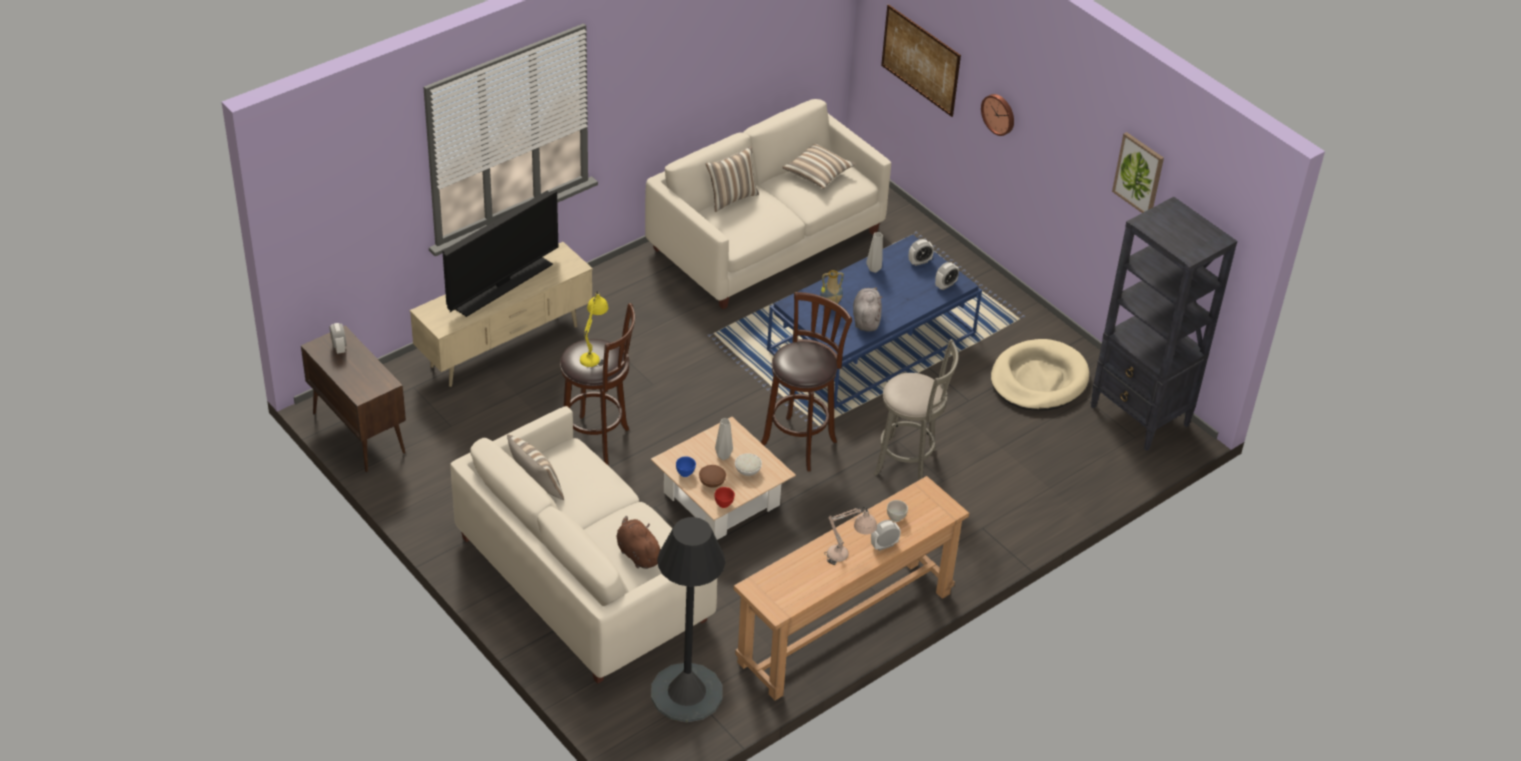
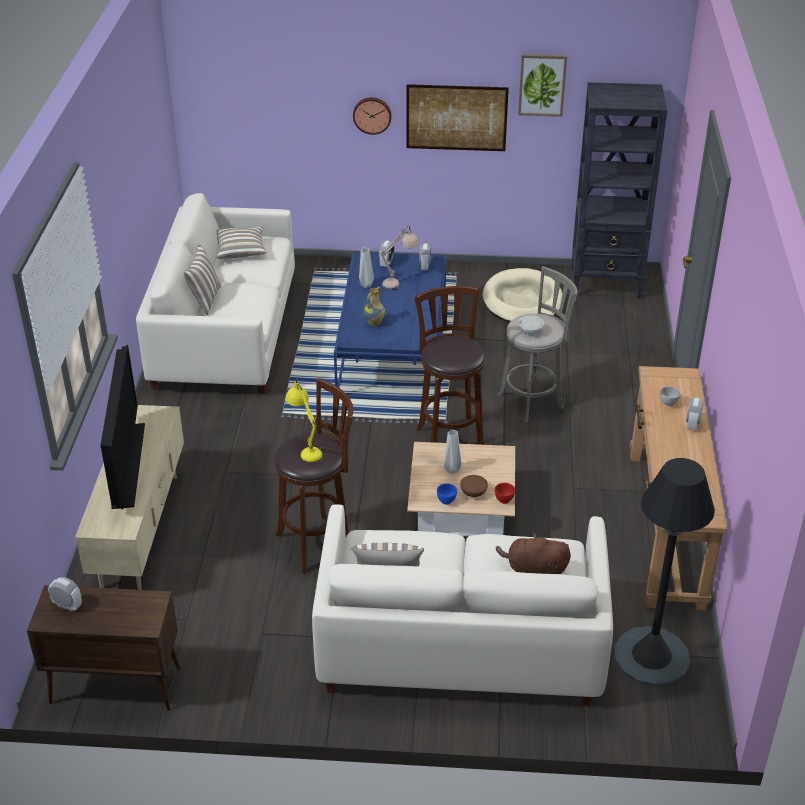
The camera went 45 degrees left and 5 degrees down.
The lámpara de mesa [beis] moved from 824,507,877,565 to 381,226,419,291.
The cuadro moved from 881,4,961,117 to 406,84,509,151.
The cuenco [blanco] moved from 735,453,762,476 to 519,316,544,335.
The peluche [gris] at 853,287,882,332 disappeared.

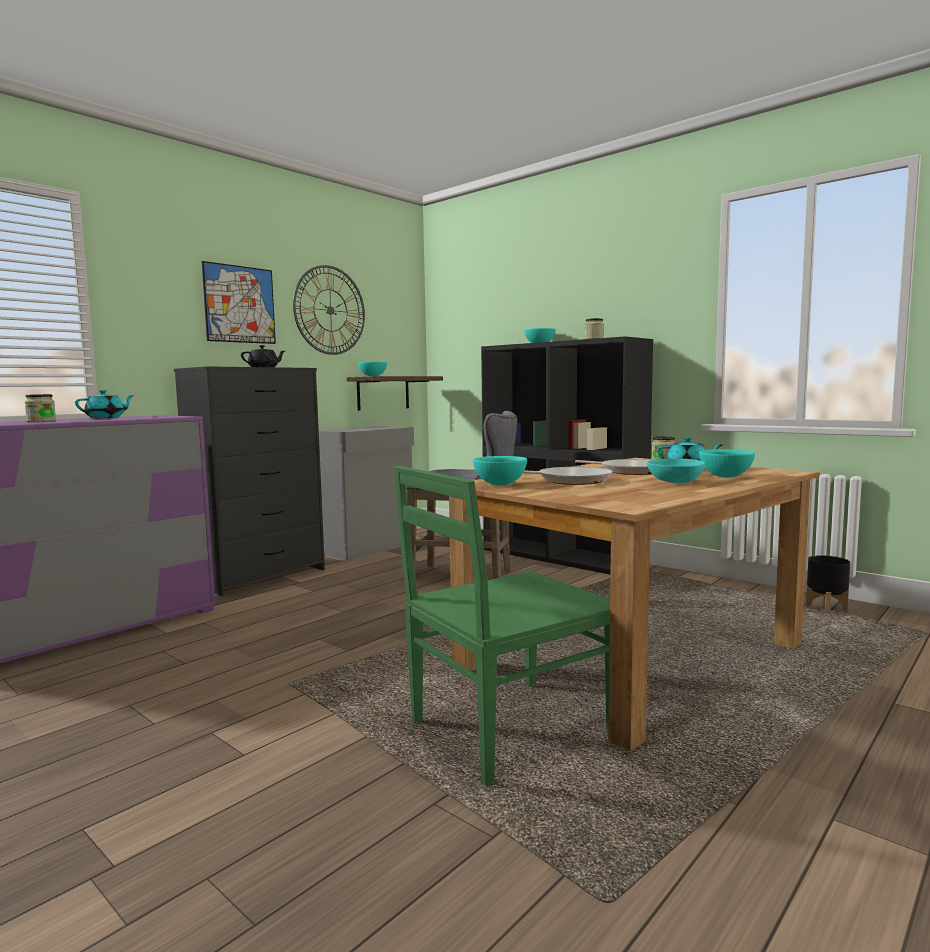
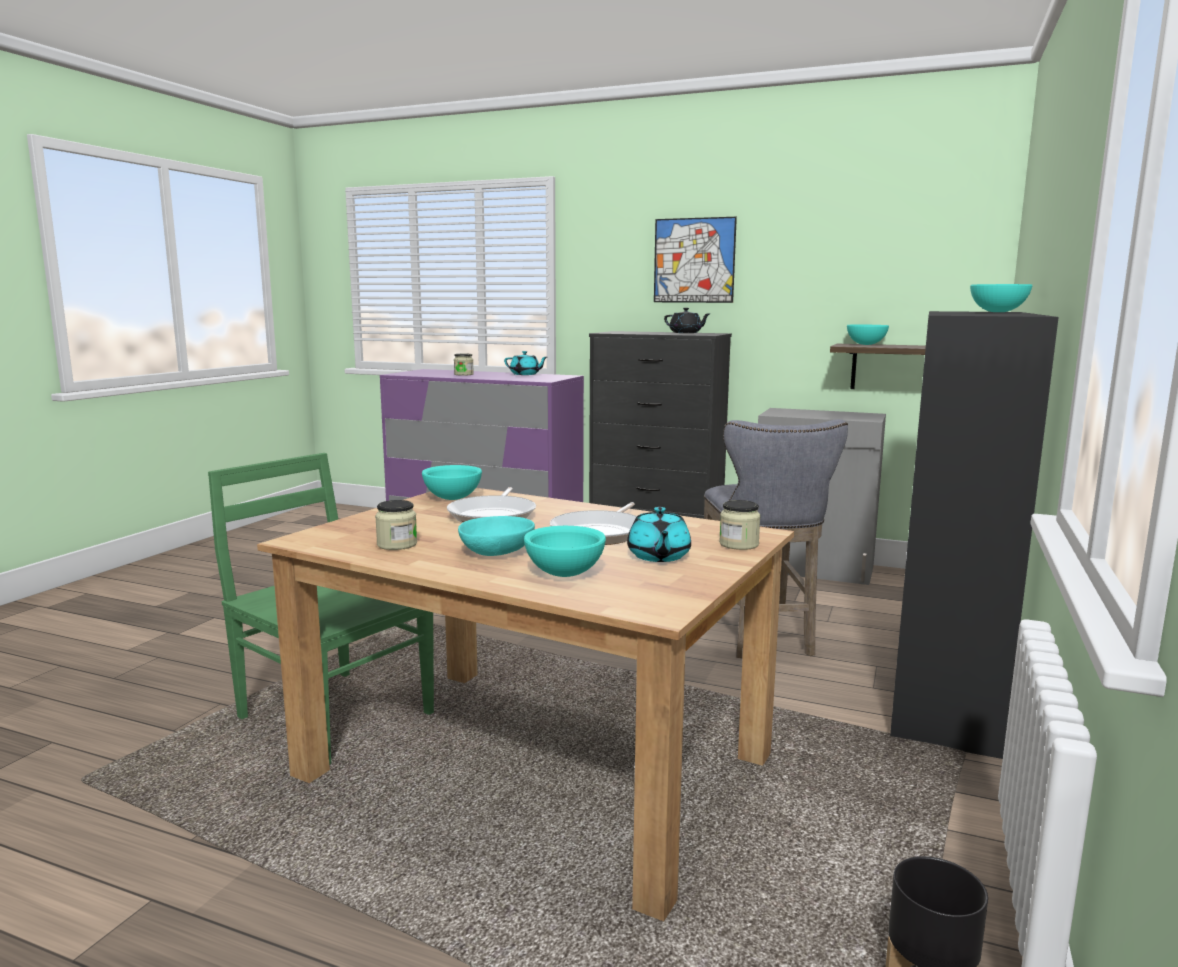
The camera went 70 degrees right and 5 degrees up.
The tarro moved from 585,318,604,339 to 375,500,417,550.
The reloj de pared at 293,265,365,355 disappeared.

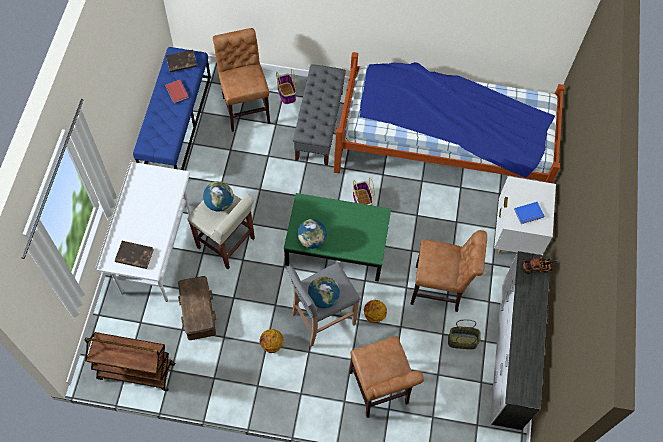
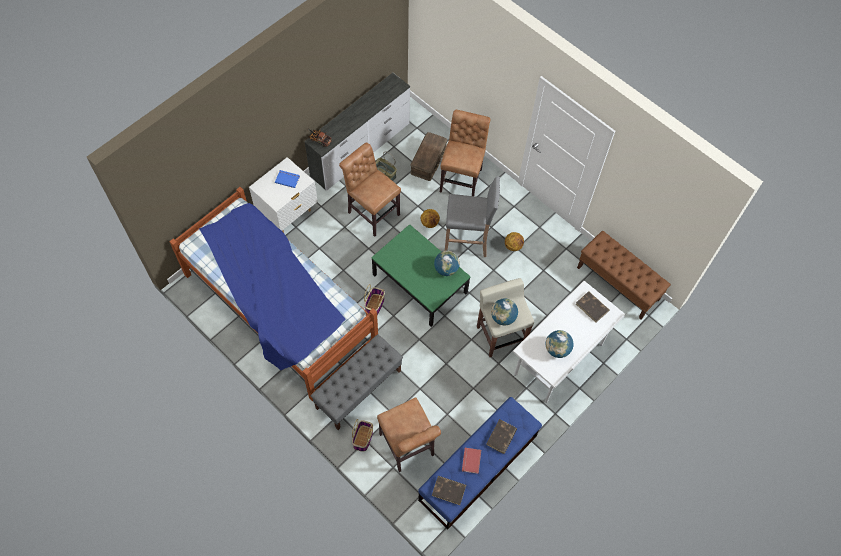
The camera went 145 degrees left and 0 degrees up.
The silla [marrón] at 213,28,270,132 turned 45 degrees counterclockwise.
The caja de almacenaje [marrón] moved from 178,276,216,340 to 411,132,447,181.
The libro [marrón] at 486,419,517,454 appeared.
The globo terráqueo moved from 308,276,340,308 to 546,330,574,358.
The carrito [marrón] at 85,332,175,391 was replaced by the banco [marrón] at 577,231,671,319.

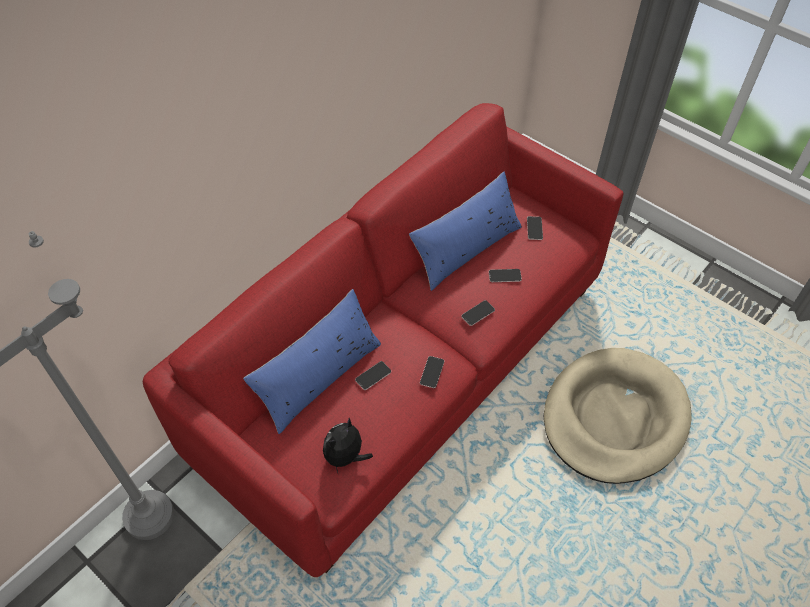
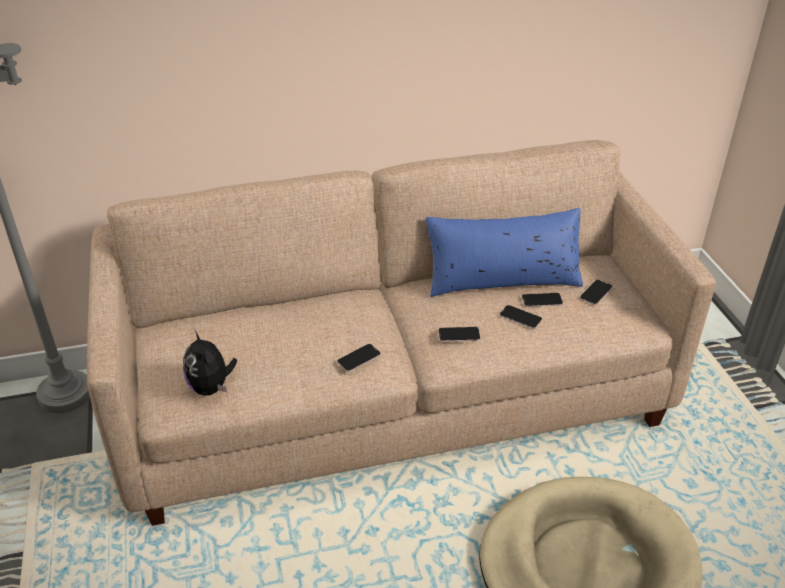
The camera went 35 degrees right and 15 degrees down.
The sofá [rojo] at 143,103,623,577 became the sofá [beis] at 87,140,716,526.
The peluche at 323,418,373,475 turned 90 degrees counterclockwise.
The móvil moved from 355,361,391,390 to 522,293,563,307.
The cojín [azul] at 243,289,381,434 disappeared.

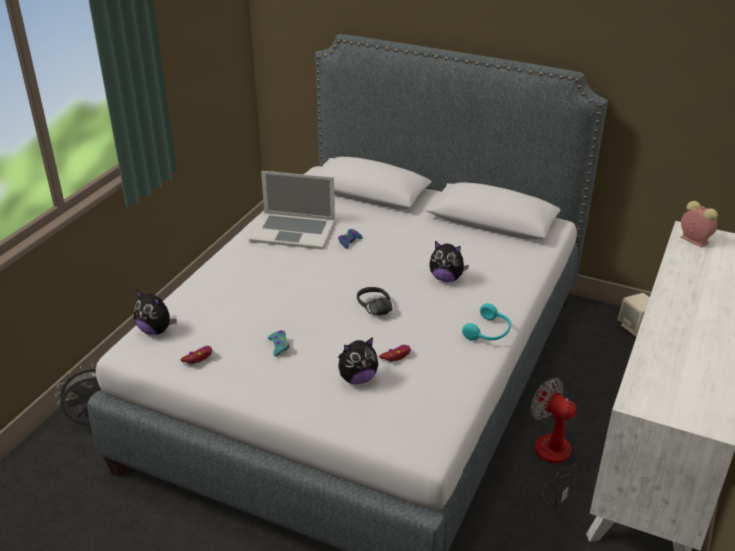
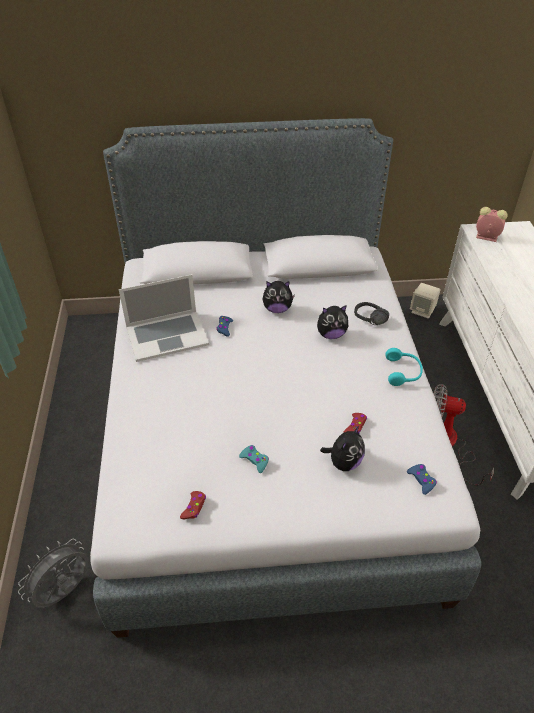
The camera went 30 degrees left and 10 degrees up.
The peluche moved from 134,290,177,335 to 262,281,295,313.
The auriculares [negro] moved from 357,287,392,315 to 354,302,389,325.
The mando de consola [azul] at 407,464,437,495 appeared.

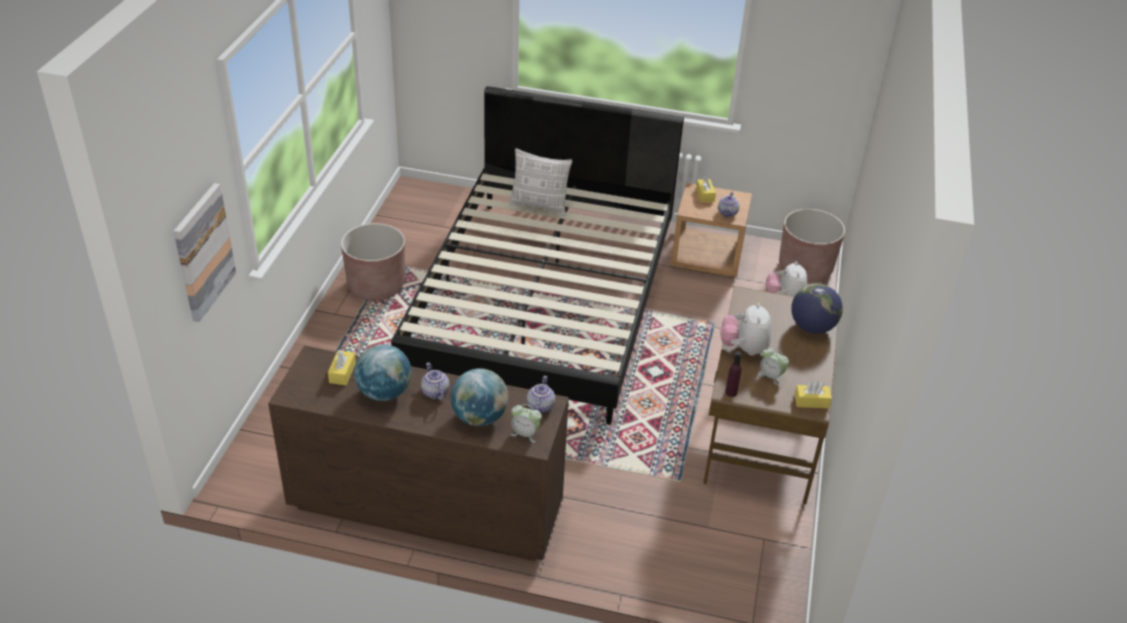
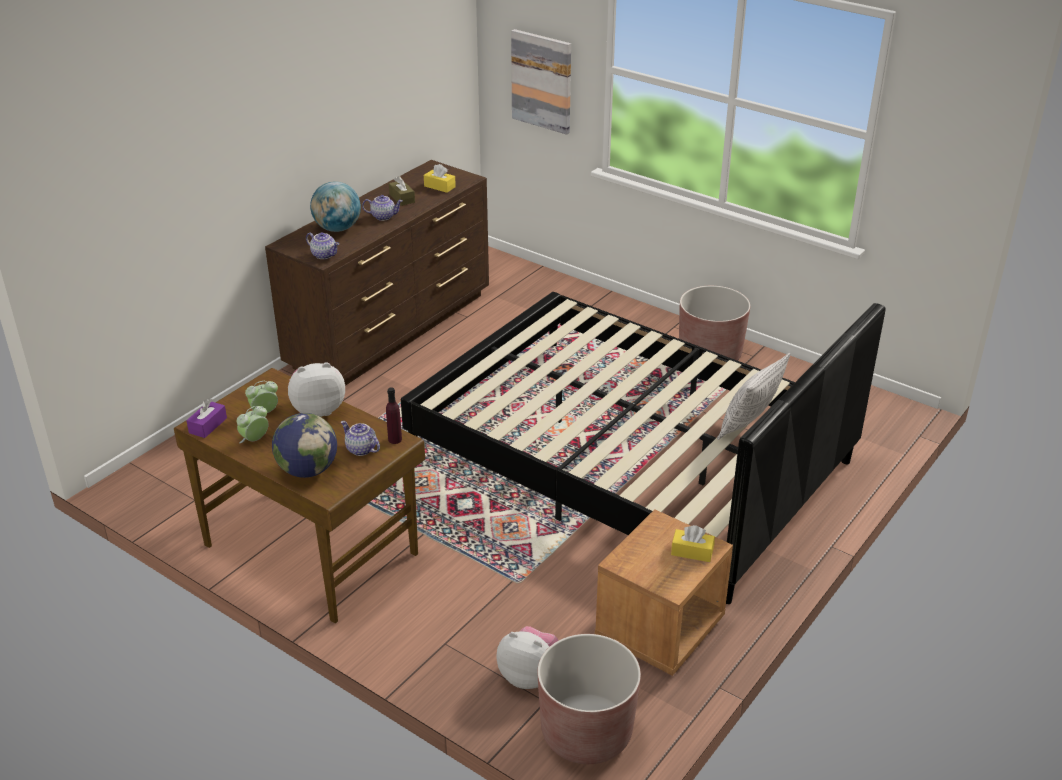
The camera went 115 degrees right and 5 degrees down.
The caja de pañuelos [amarillo] at 795,380,832,408 became the caja de pañuelos [morado] at 186,399,227,438.
The despertador moved from 511,404,542,443 to 237,406,269,443.
The peluche at 721,303,771,356 turned 45 degrees counterclockwise.
The tetera moved from 718,192,739,217 to 341,421,380,456.
The botella [morado] moved from 725,351,742,397 to 386,387,402,444.
The globo terráqueo at 354,344,412,401 was replaced by the caja de pañuelos [marrón] at 389,176,415,206.

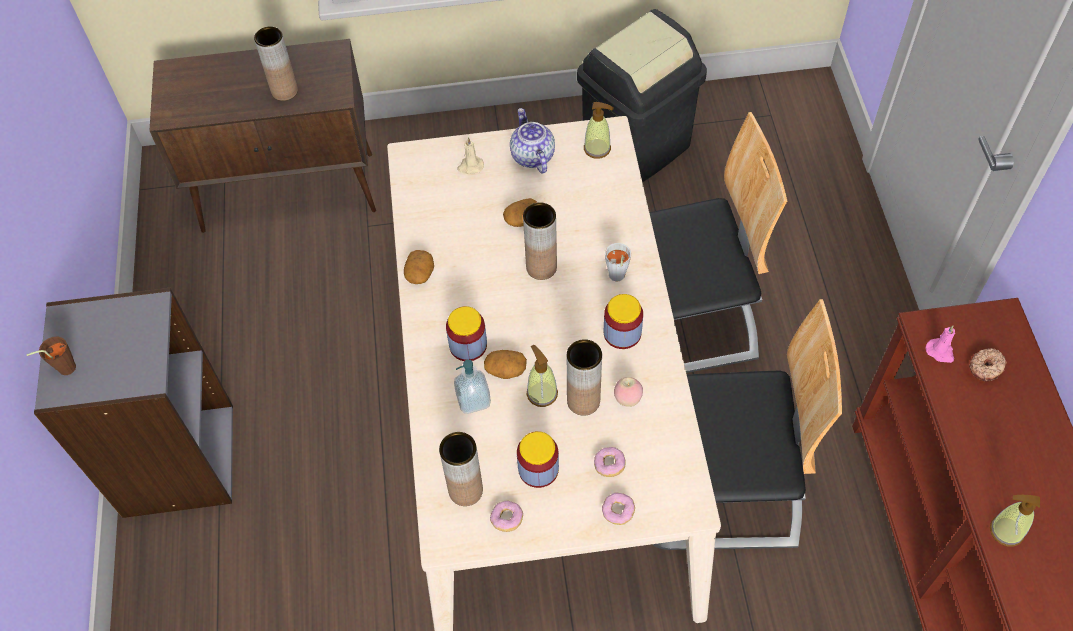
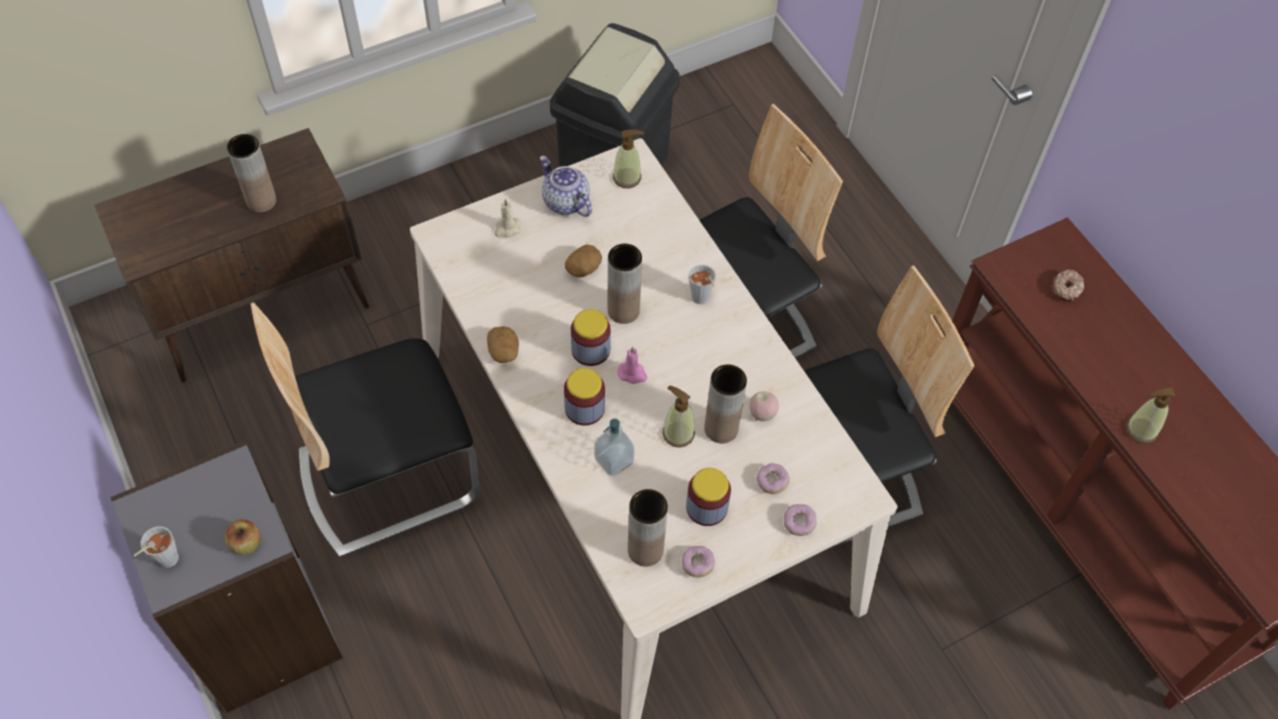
The camera went 25 degrees left and 0 degrees up.
The taza [marrón] at 26,336,76,375 became the taza [gris] at 134,526,179,568.
The manzana at 224,519,261,555 appeared.
The silla at 251,302,480,558 appeared.
The tarro moved from 603,294,643,349 to 571,309,611,366.
The vela [rosa] moved from 926,326,955,363 to 617,346,647,384.
The patata at 484,350,527,379 disappeared.

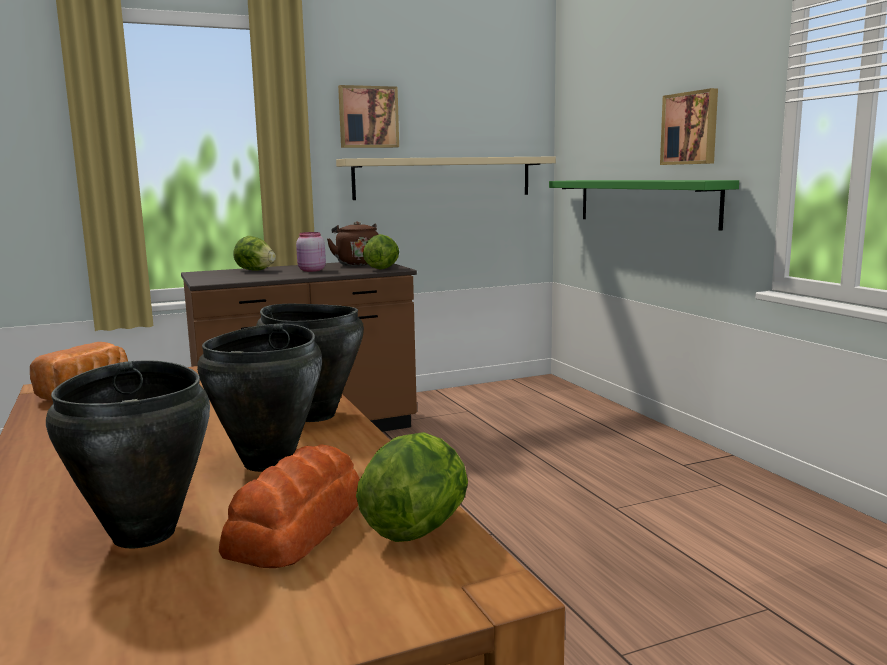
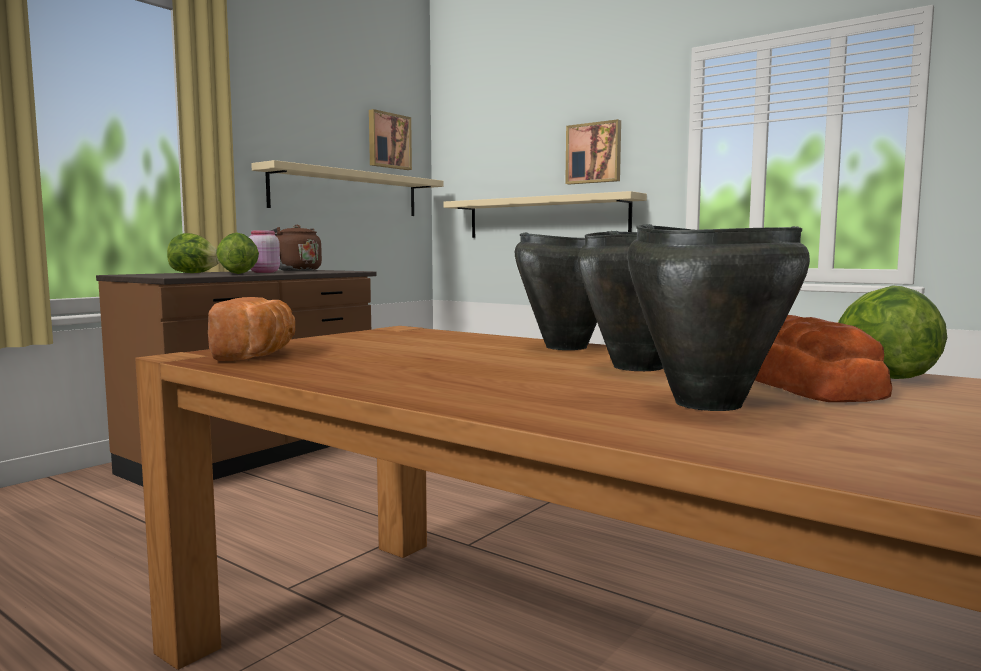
The camera went 30 degrees left and 5 degrees down.
The lechuga moved from 363,234,399,270 to 216,232,259,274.
The cuadro moved from 338,85,399,148 to 369,109,412,170.
The estante [verde] at 549,180,739,231 became the estante [beis] at 444,191,647,238.

